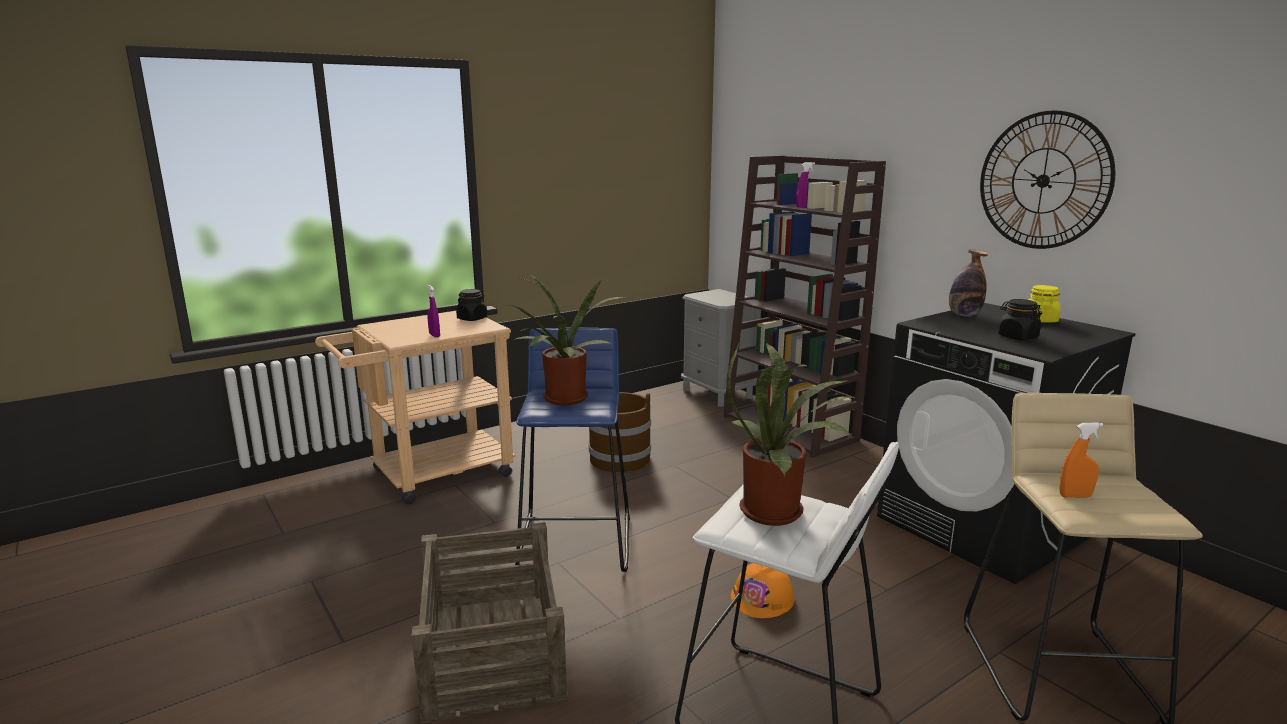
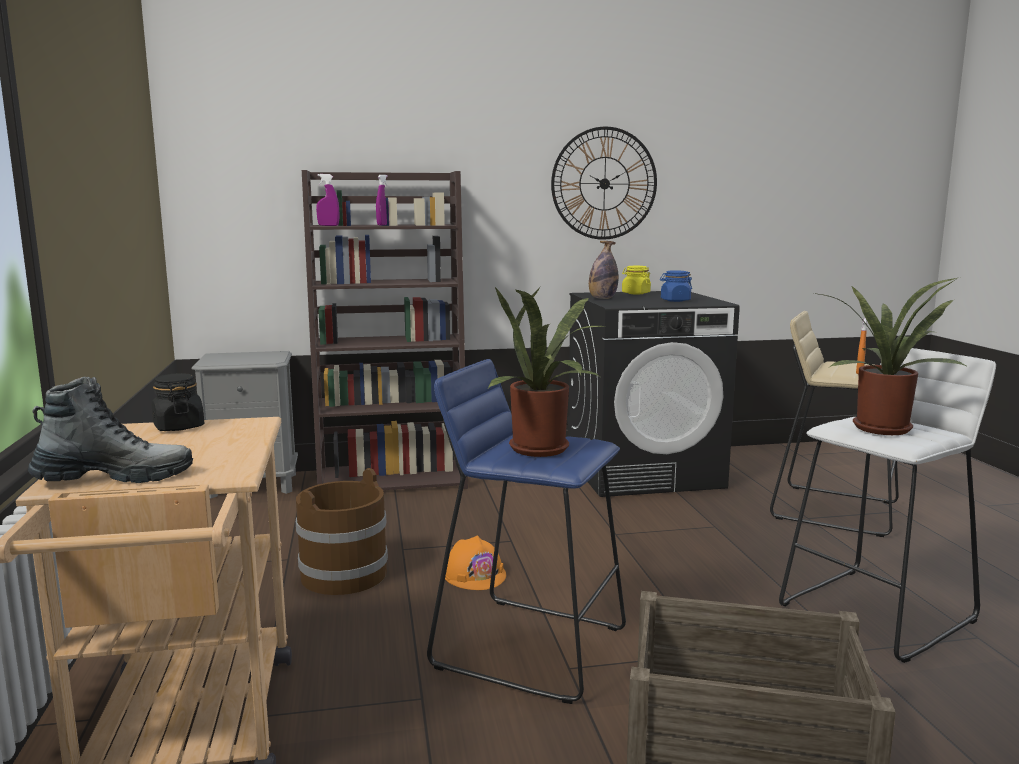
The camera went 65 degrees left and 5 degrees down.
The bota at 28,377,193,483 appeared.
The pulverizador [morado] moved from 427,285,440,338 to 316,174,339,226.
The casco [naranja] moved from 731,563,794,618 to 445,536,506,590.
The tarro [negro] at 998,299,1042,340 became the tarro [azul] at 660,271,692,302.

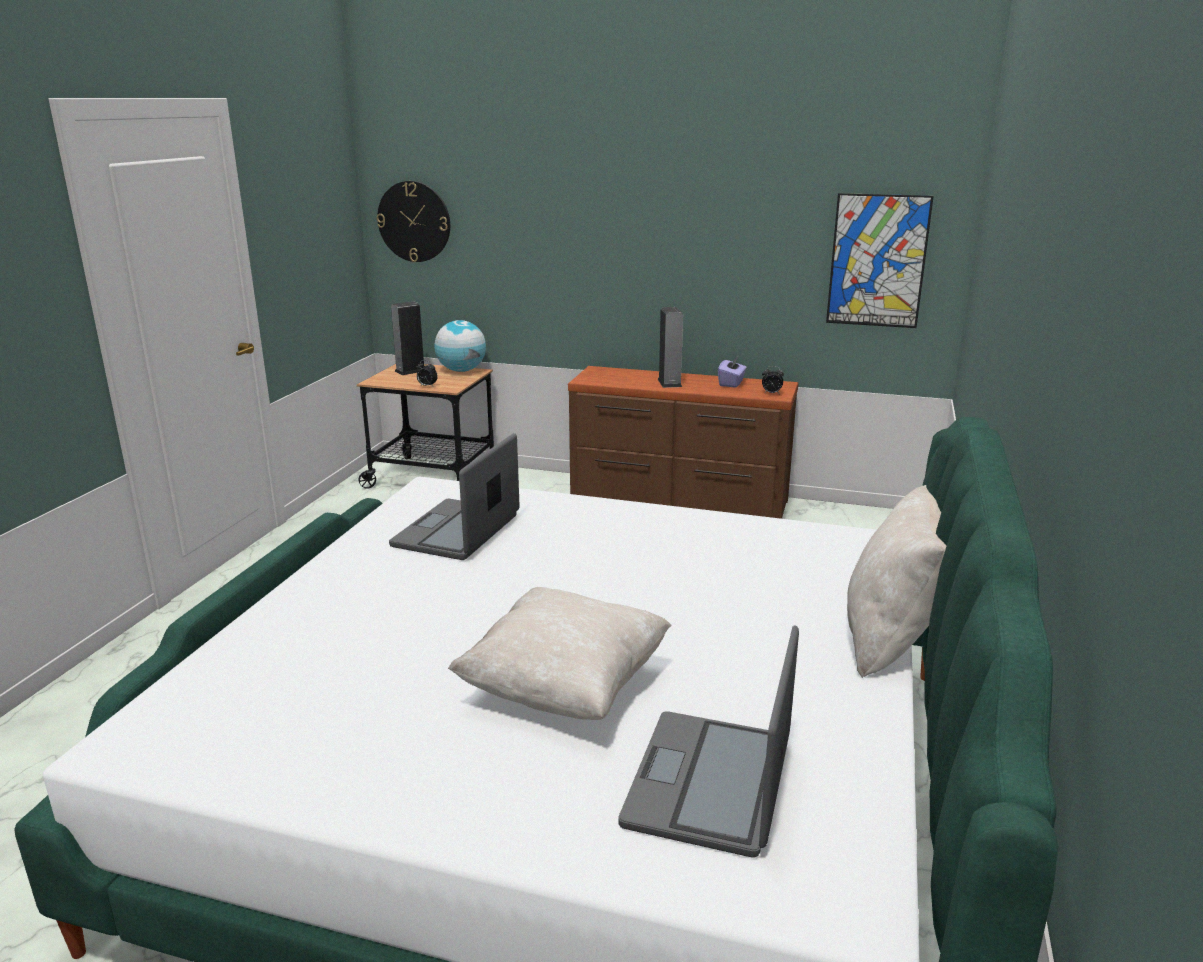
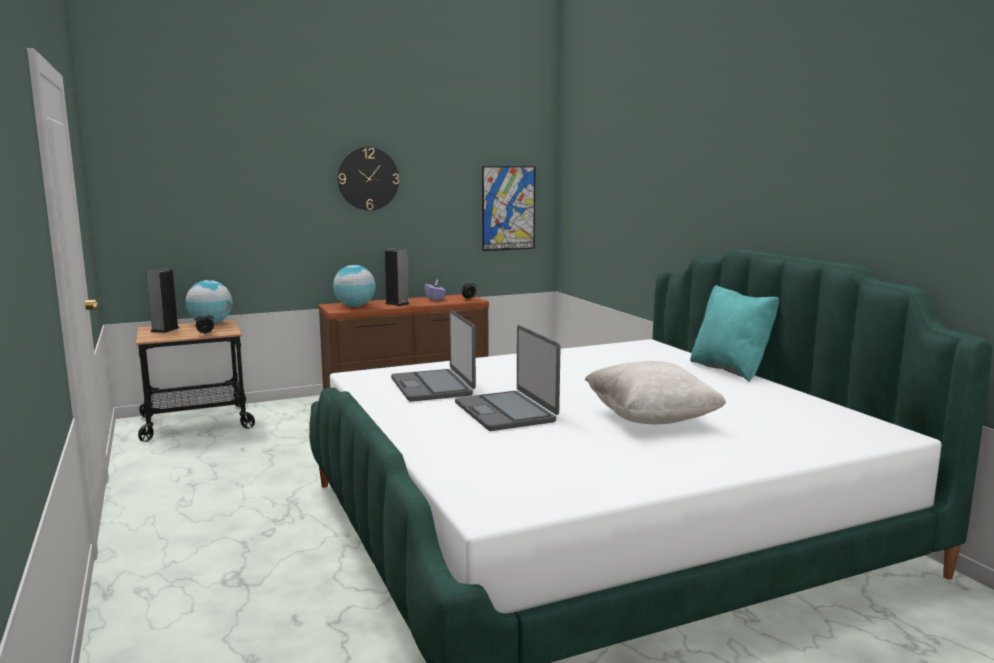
The camera went 40 degrees left and 10 degrees down.
The globo terráqueo at 333,265,376,307 appeared.
The reloj de pared moved from 377,181,450,262 to 337,147,399,210.
The portátil moved from 618,625,799,858 to 455,325,561,431.
The cojín [beis] at 847,485,946,678 became the cojín [turquesa] at 690,285,779,382.

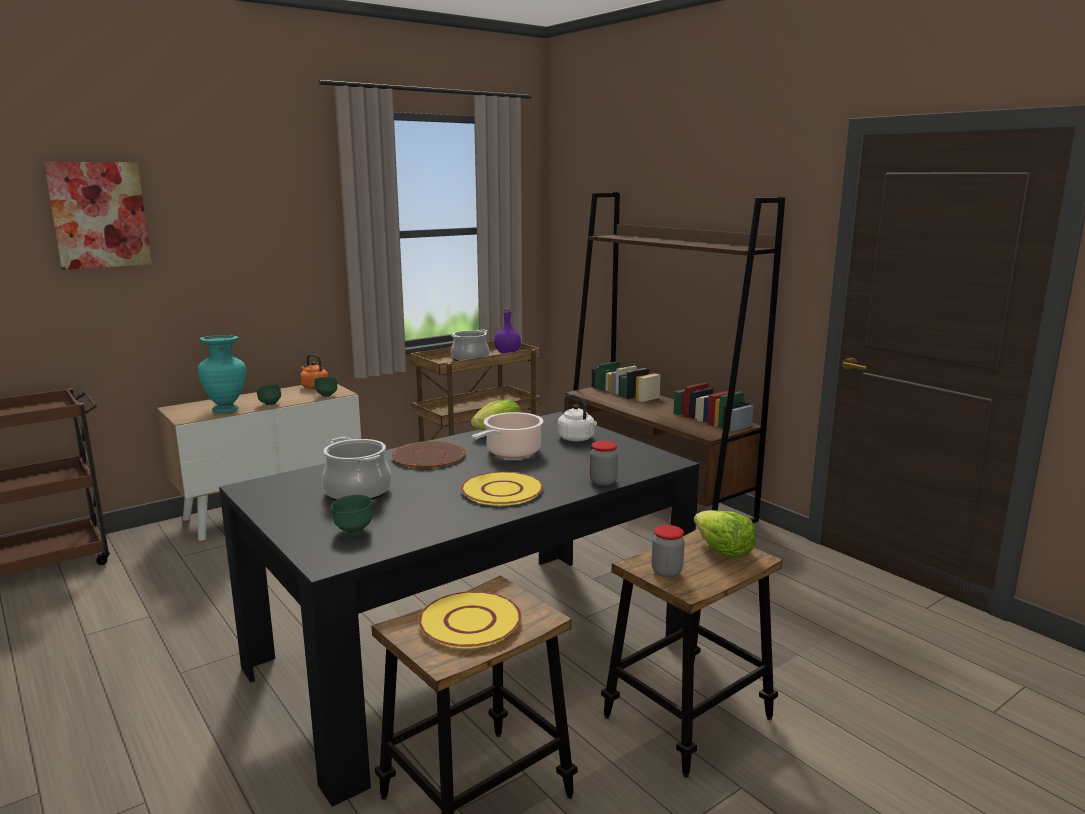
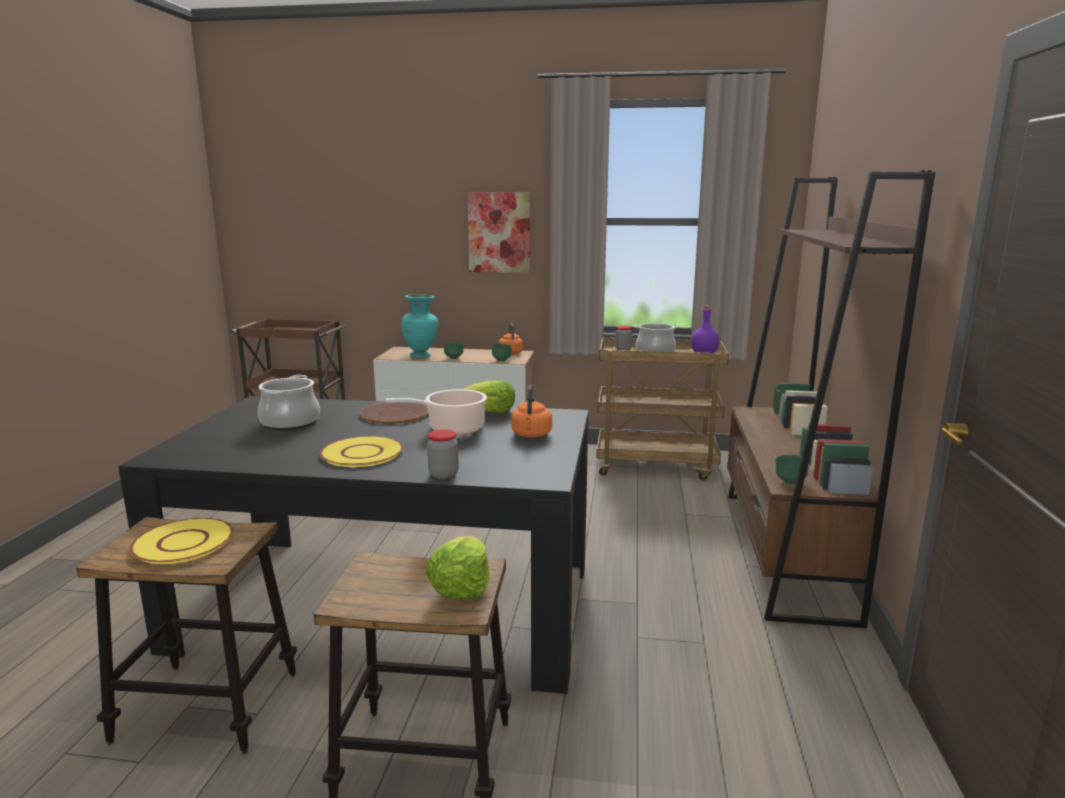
The camera went 45 degrees right and 0 degrees up.
The cuadro moved from 43,162,152,270 to 467,193,530,273.
The hervidor [blanco] at 558,394,597,441 became the hervidor [naranja] at 512,385,552,438.
The tarro moved from 652,525,685,577 to 615,325,632,350.
The cuenco [verde] moved from 331,495,373,534 to 775,455,809,484.

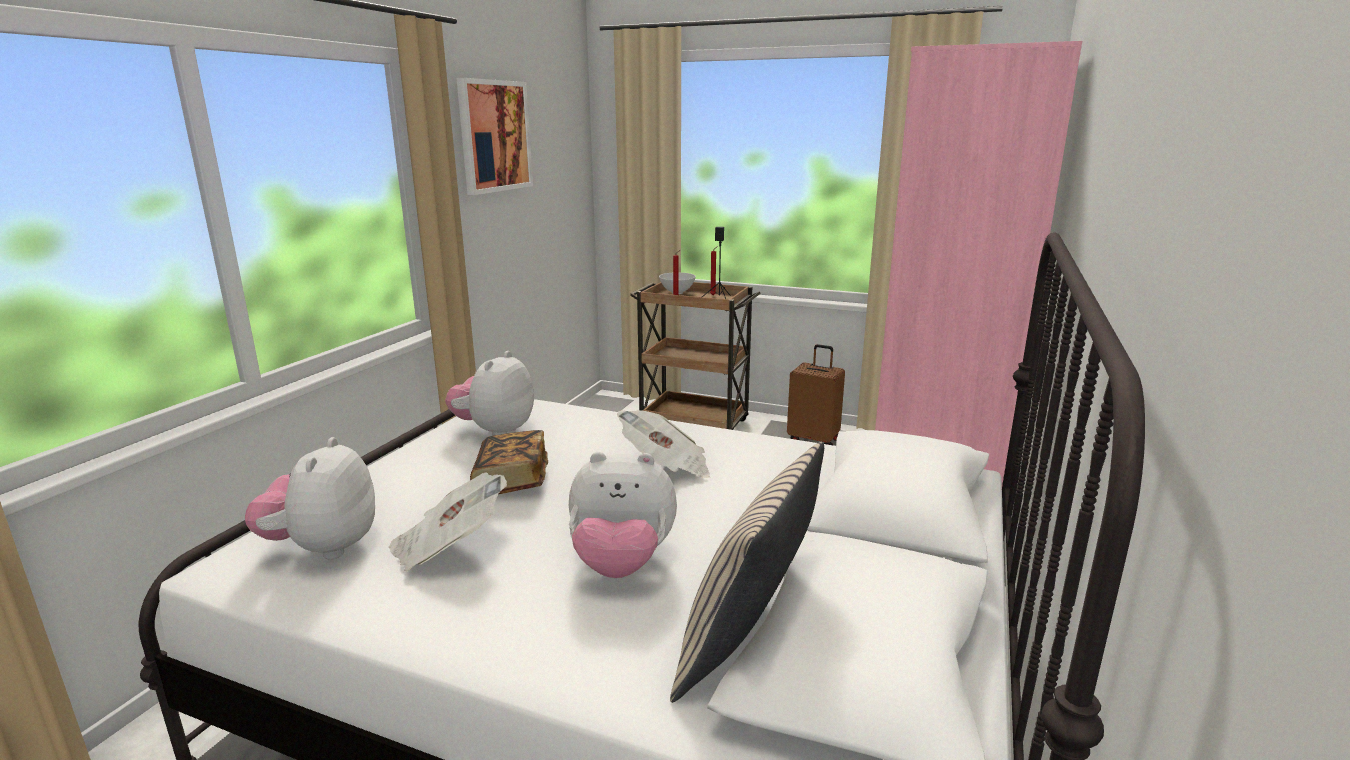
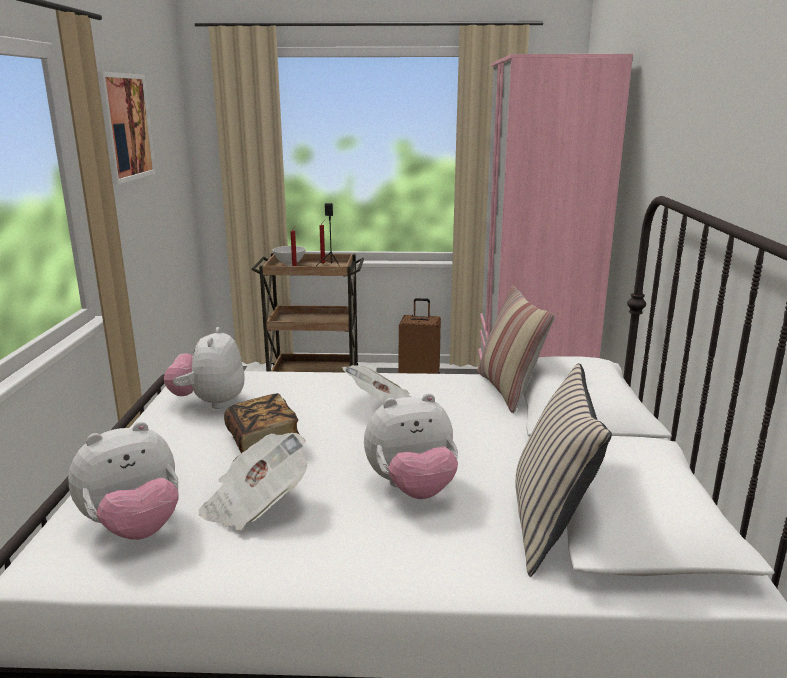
The camera went 20 degrees left and 0 degrees up.
The peluche at 245,437,375,559 turned 105 degrees counterclockwise.
The cojín at 477,285,555,413 appeared.

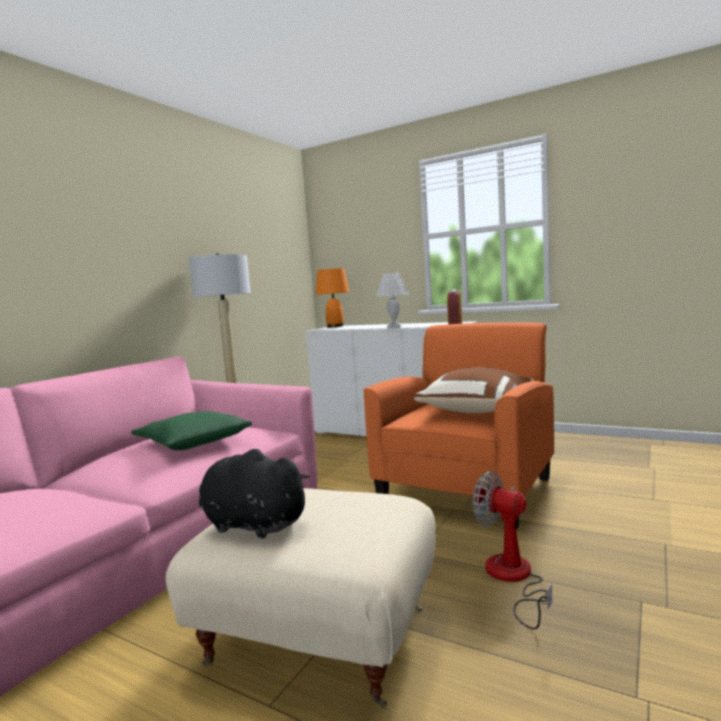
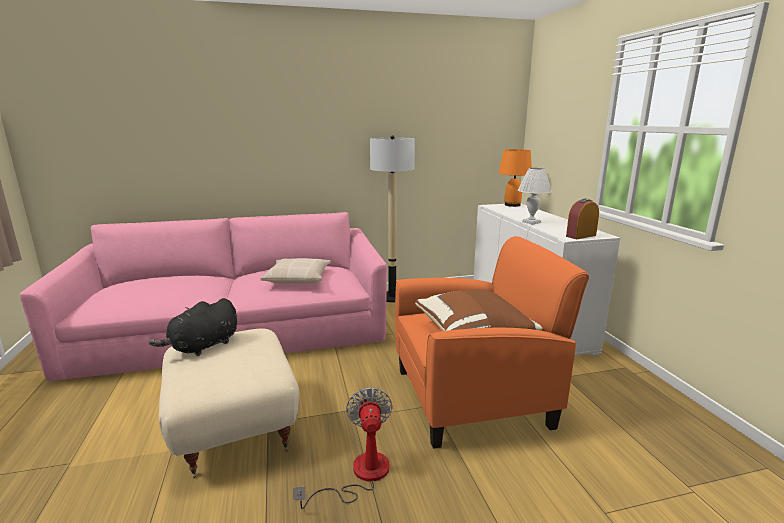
The camera went 45 degrees right and 10 degrees up.
The peluche [negro] at 199,449,310,539 turned 120 degrees counterclockwise.
The cojín [verde] at 131,411,252,450 became the cojín [beis] at 260,258,331,284.

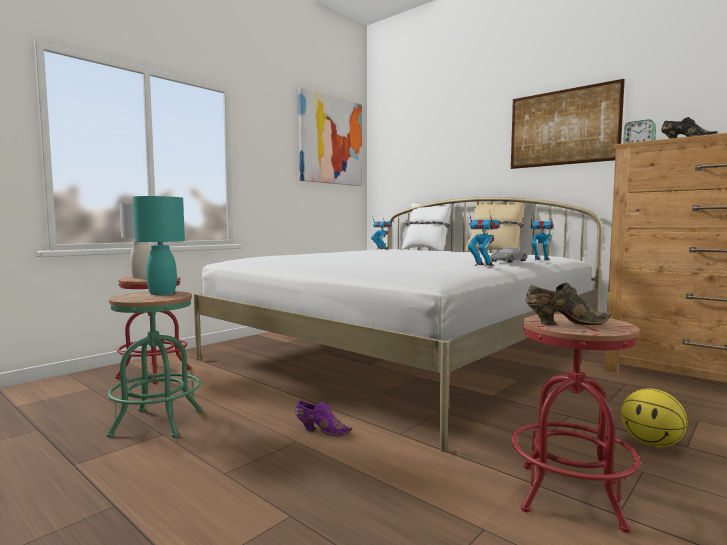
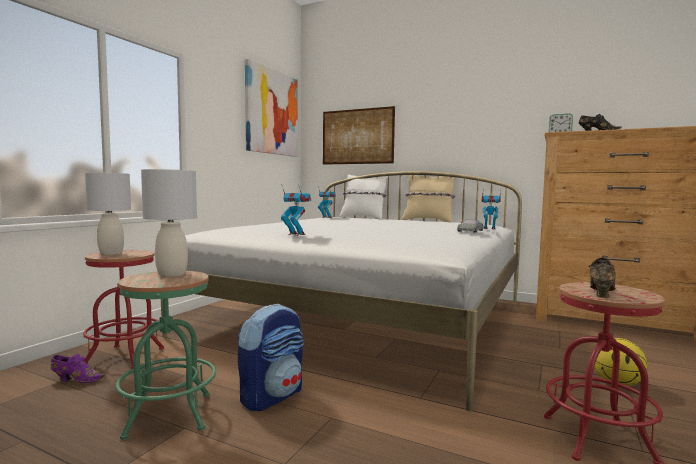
The camera went 15 degrees left and 0 degrees up.
The zapato [morado] moved from 295,401,352,436 to 50,354,105,383.
The lámpara de mesa [turquesa] at 133,196,185,295 became the lámpara de mesa [gris] at 141,169,197,277.
The mochila at 238,304,304,411 appeared.
The robot de juguete moved from 468,210,500,266 to 281,184,311,236.
The cuadro moved from 511,79,625,169 to 323,106,395,165.
The zapato [marrón] at 526,283,612,325 turned 45 degrees counterclockwise.

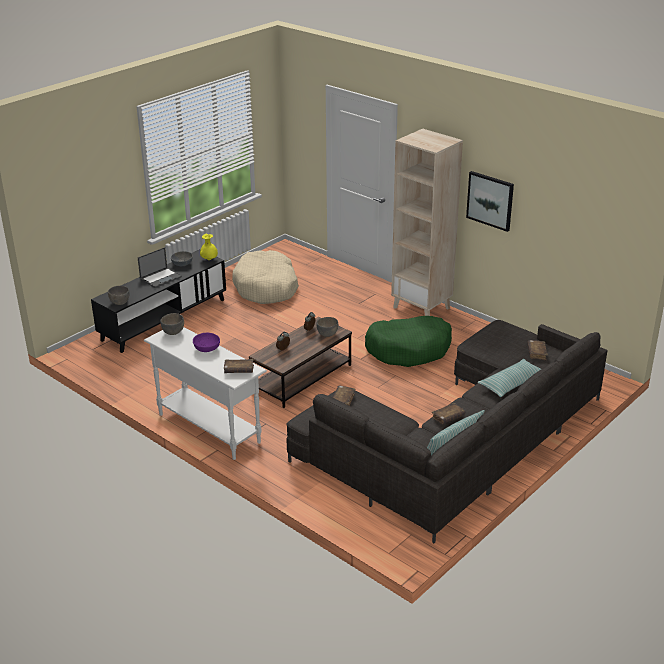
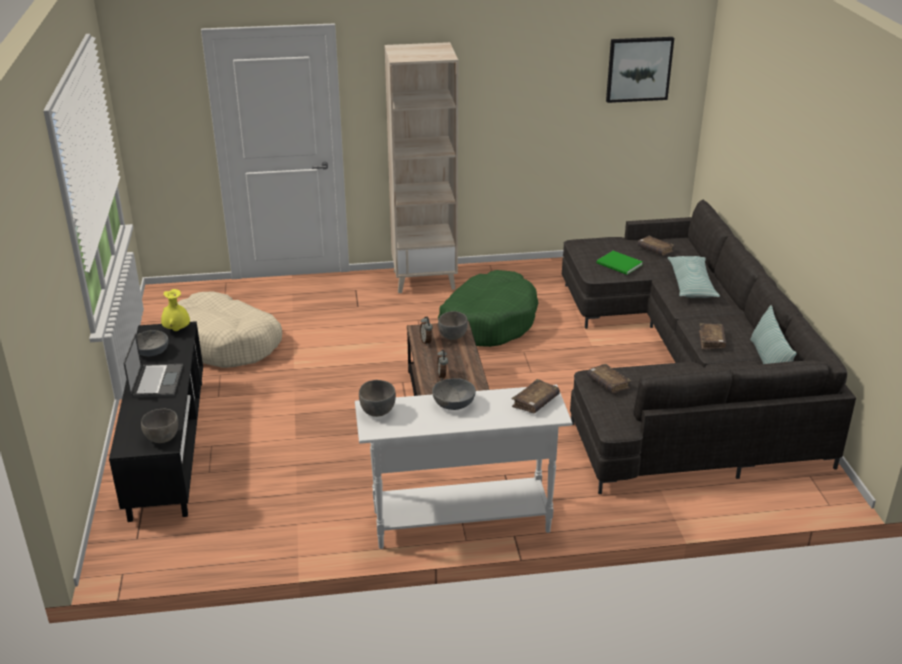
The camera went 50 degrees left and 0 degrees up.
The cuenco [morado] at 193,333,220,352 became the cuenco [gris] at 432,378,476,410.
The libro [verde] at 596,251,643,275 appeared.
The cuadro moved from 466,171,514,232 to 606,37,674,103.

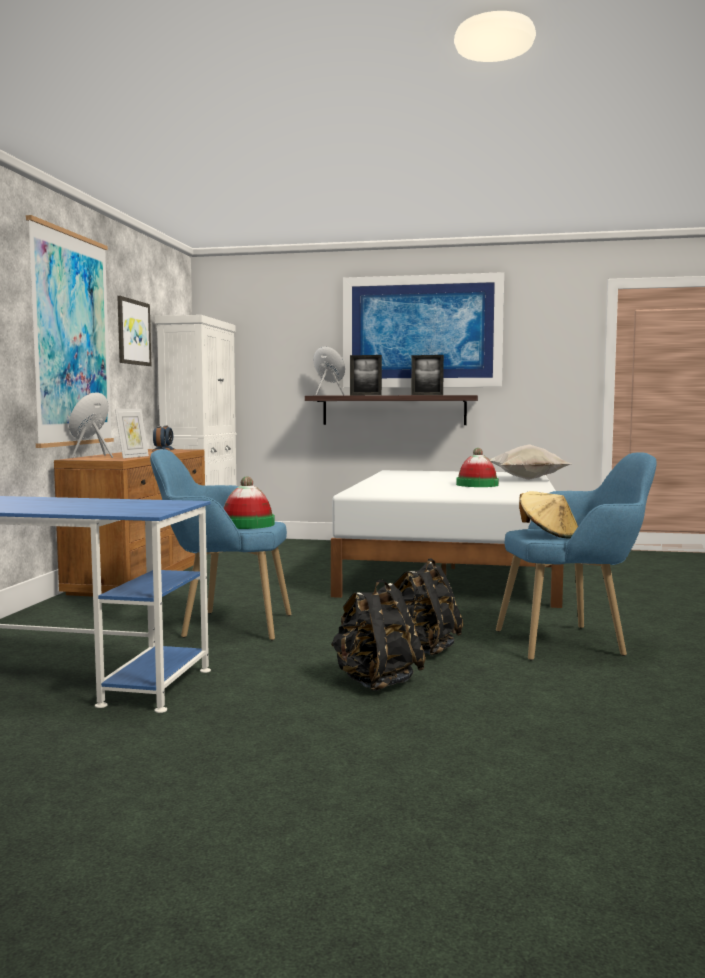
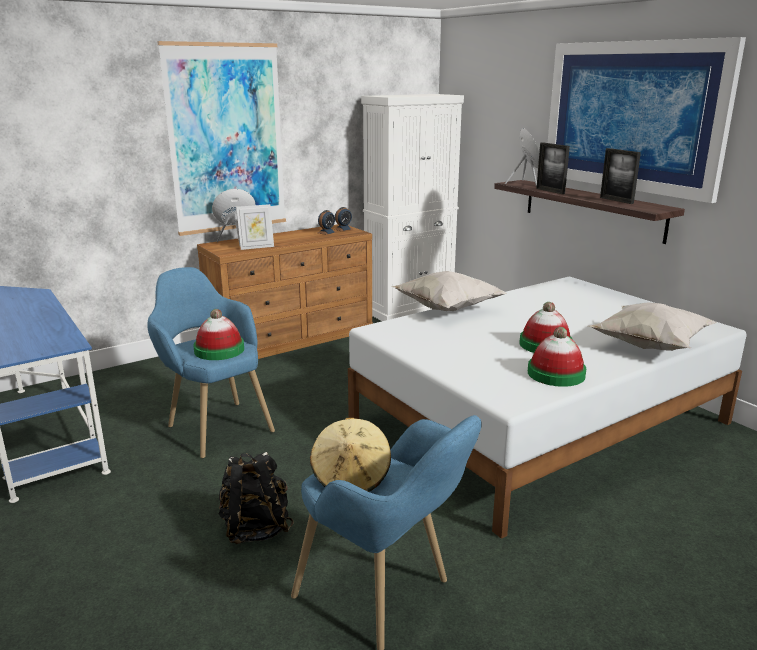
The camera went 45 degrees right and 15 degrees up.
The cojín [blanco] at 391,271,508,311 appeared.
The sombrero at 528,327,586,387 appeared.
The cuadro at 117,296,151,366 disappeared.
The mochila [negro] at 331,580,426,691 disappeared.

